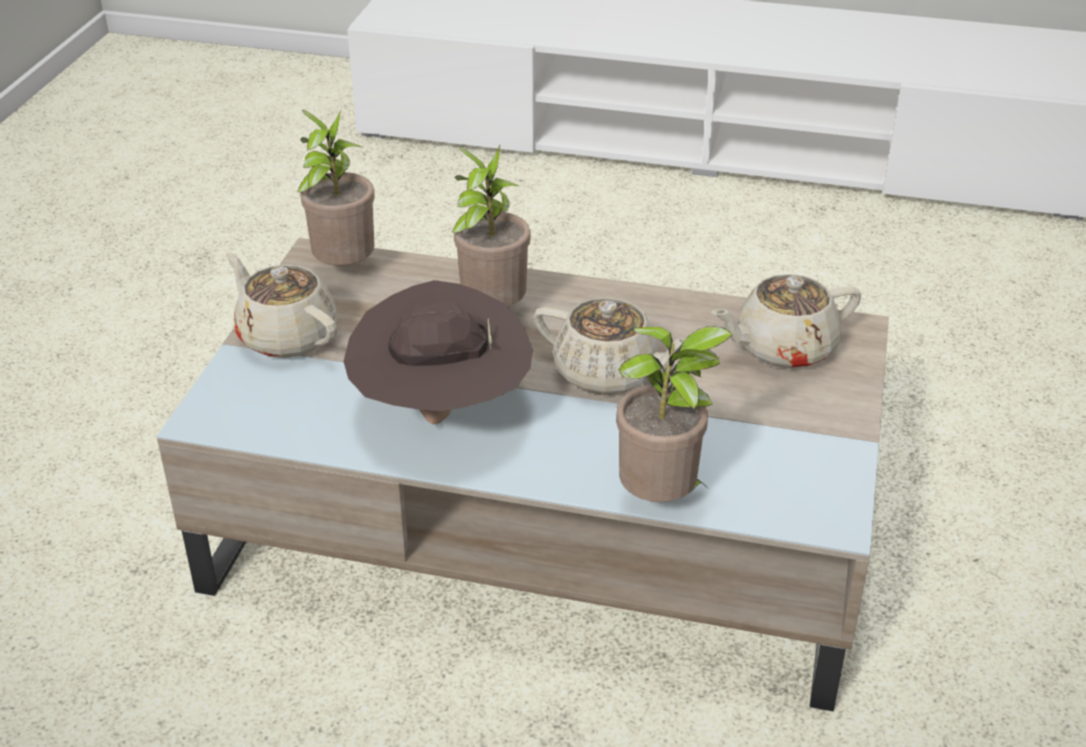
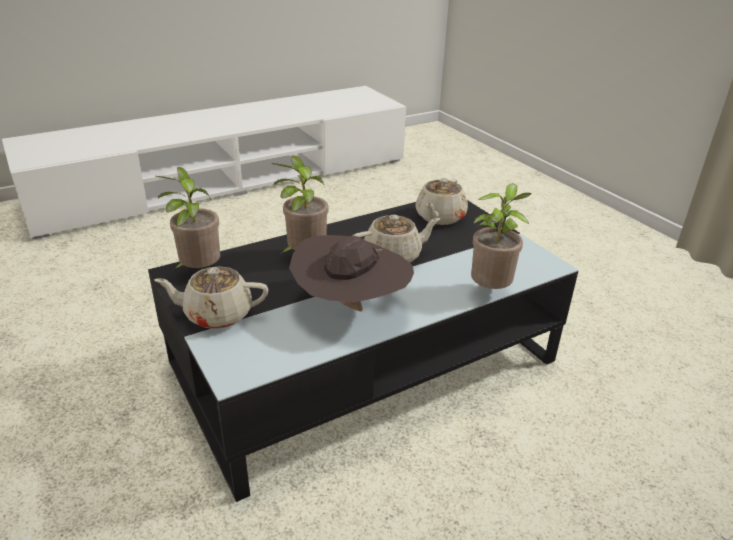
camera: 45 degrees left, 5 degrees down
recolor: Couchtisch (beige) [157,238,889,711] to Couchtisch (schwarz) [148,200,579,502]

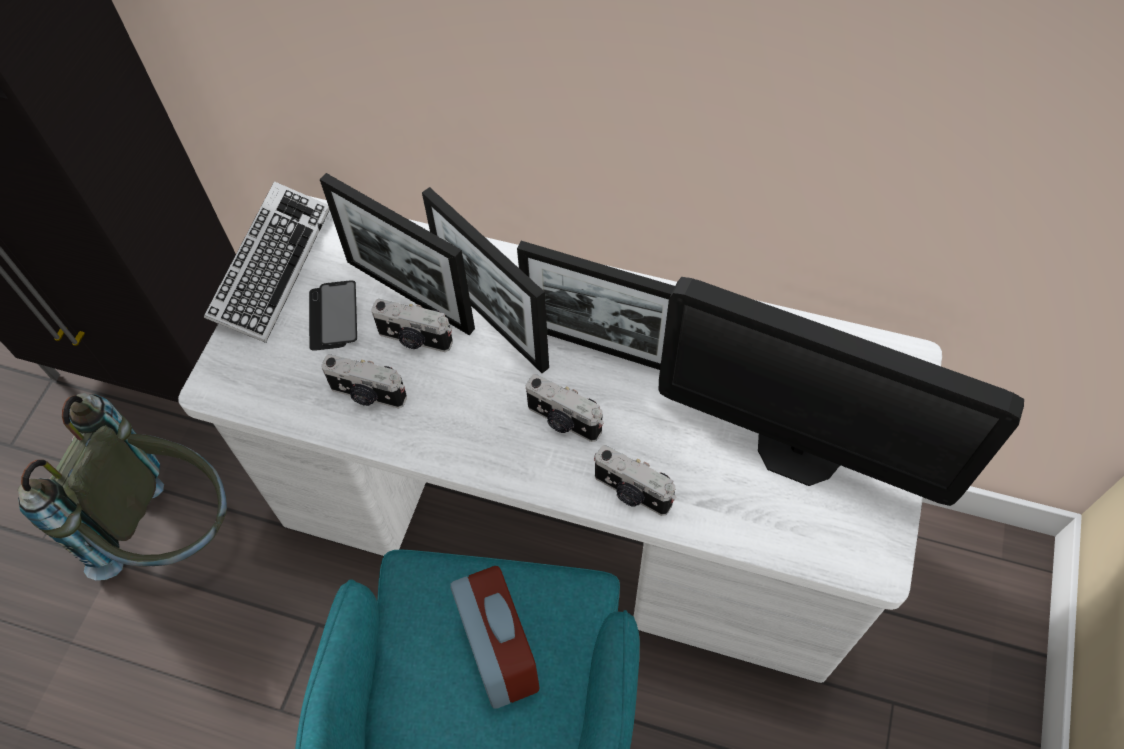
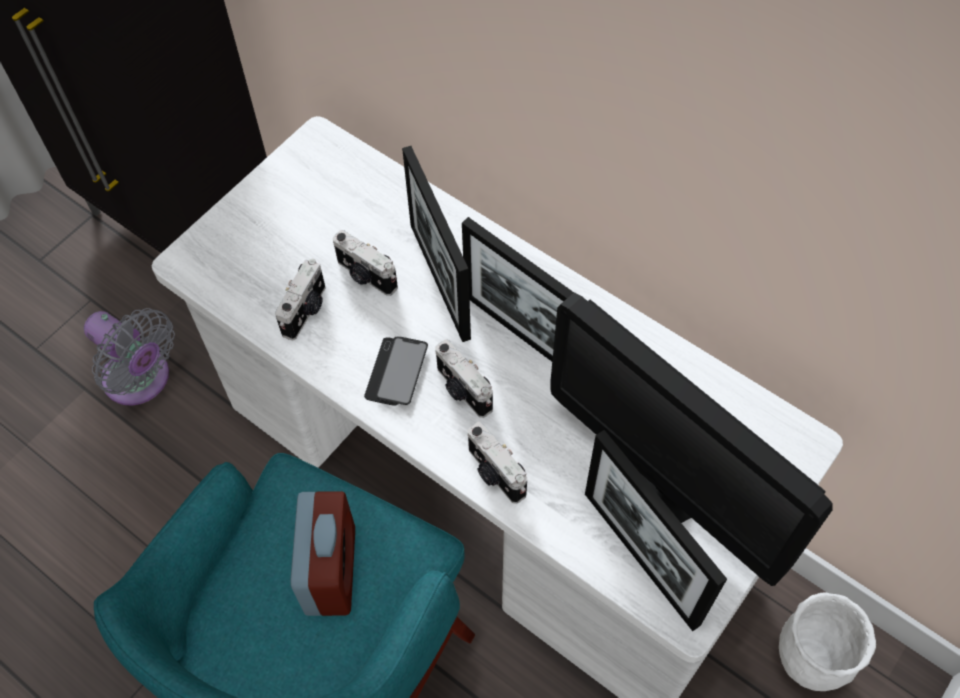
camera: 20 degrees right, 0 degrees up
delete: Tastatur [204,181,330,343]
insert: Pflanzkübel (weiß) [779,592,876,691]
move: Handy [309,280,357,350] to [364,336,428,406]; Bilderrahmen [320,173,475,335] to [585,430,727,631]
replace: Rucksack (grau) [18,393,227,580] to Ventilator (grau) [84,308,175,405]
rotate: Kamera [321,354,407,408] = [275,258,326,340] 105 degrees counterclockwise

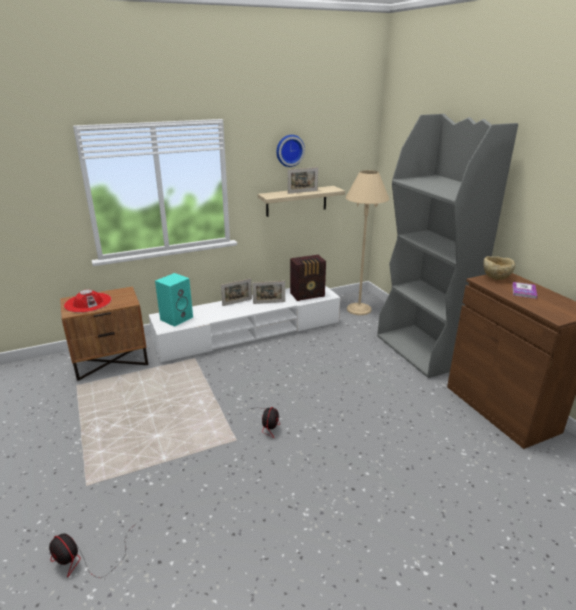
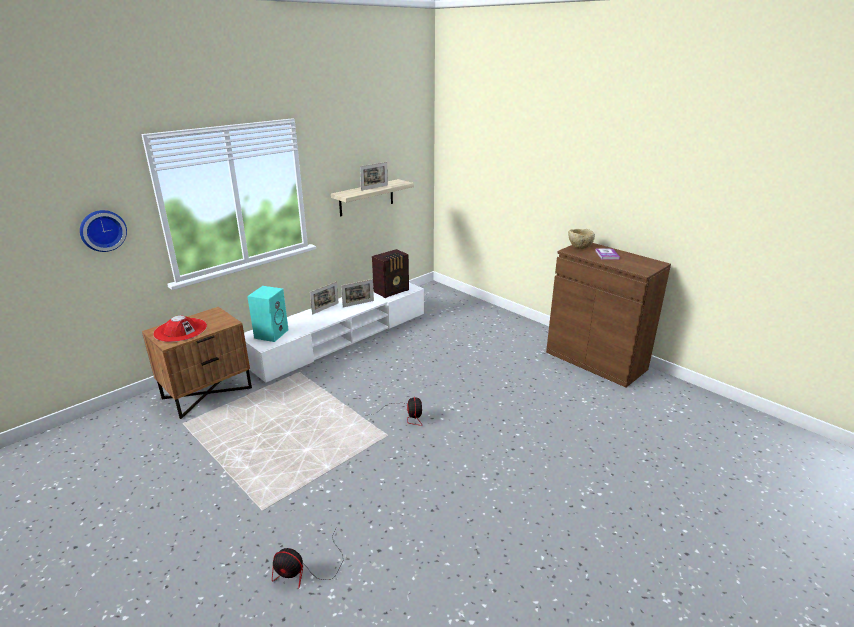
camera: 20 degrees left, 0 degrees up
delete: Stehlampe (beige) [346,170,389,315]; Bücherregal (grau) [377,114,518,378]
move: Wanduhr [276,135,305,167] to [80,210,127,252]

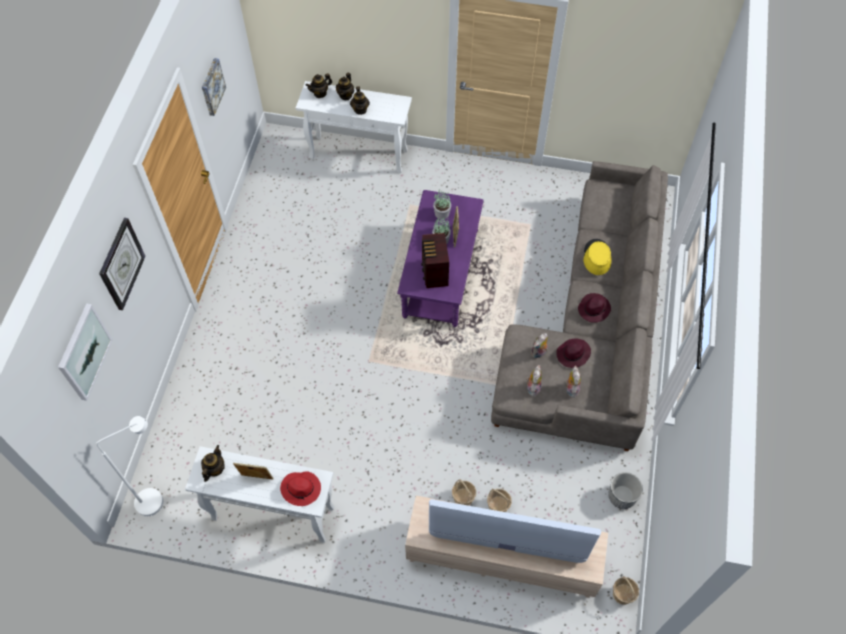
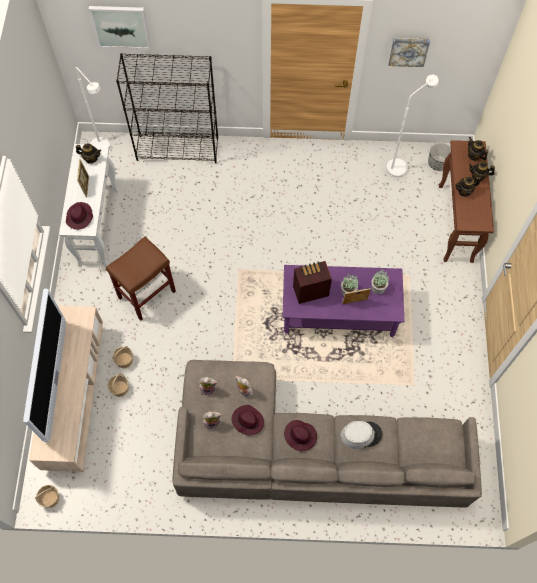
camera: 80 degrees right, 5 degrees up
delete: Wanduhr [99,218,146,310]
insert: Hocker (braun) [106,236,176,321]; Bücherregal (schwarz) [116,53,218,164]; Stehlampe (weiß) [386,75,439,178]
move: Pflanzkübel [608,472,643,509] to [428,142,451,171]
recolor: Hut (rot) [280,471,321,506] to Hut (lila) [66,202,93,230]; Hut (gelb) [583,239,612,275] to Hut (grau) [340,421,382,449]; Konsolentisch (weiß) [296,81,412,173] to Konsolentisch (braun) [439,140,494,263]

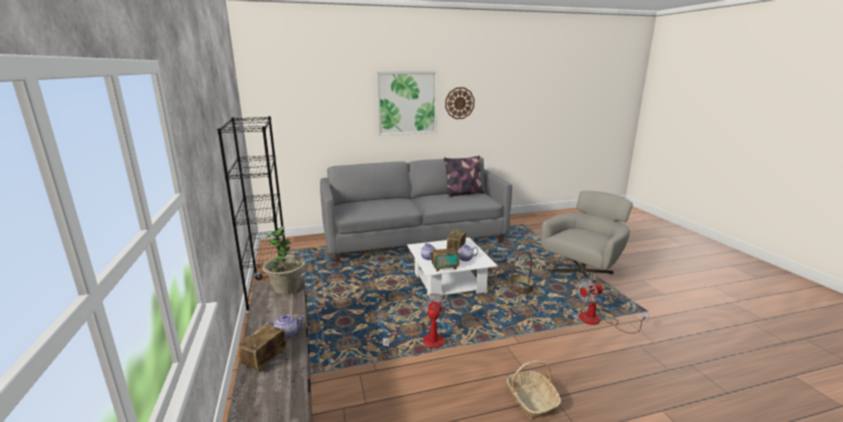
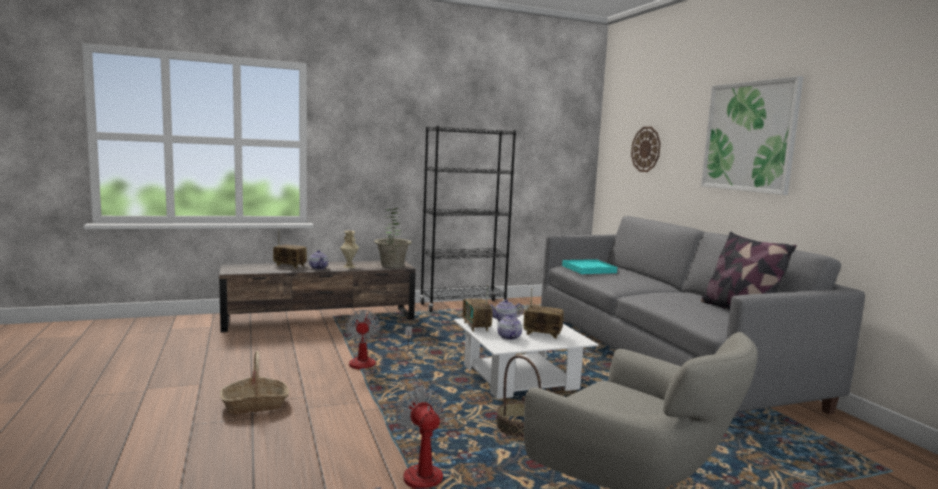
camera: 85 degrees right, 10 degrees down
insert: Vase (beige) [340,231,359,268]; Tablett (türkis) [562,259,617,274]
move: Wanduhr [445,87,475,119] to [631,127,661,172]
rotate: Ventilator [383,293,450,356] = [345,310,412,369] 75 degrees clockwise

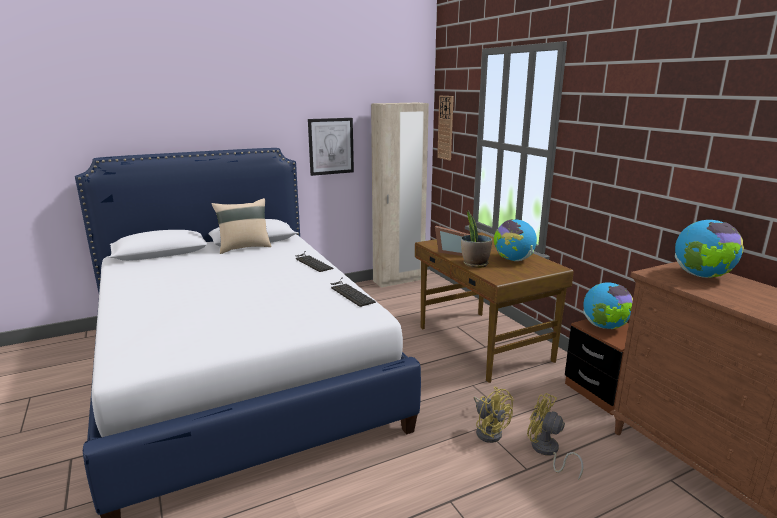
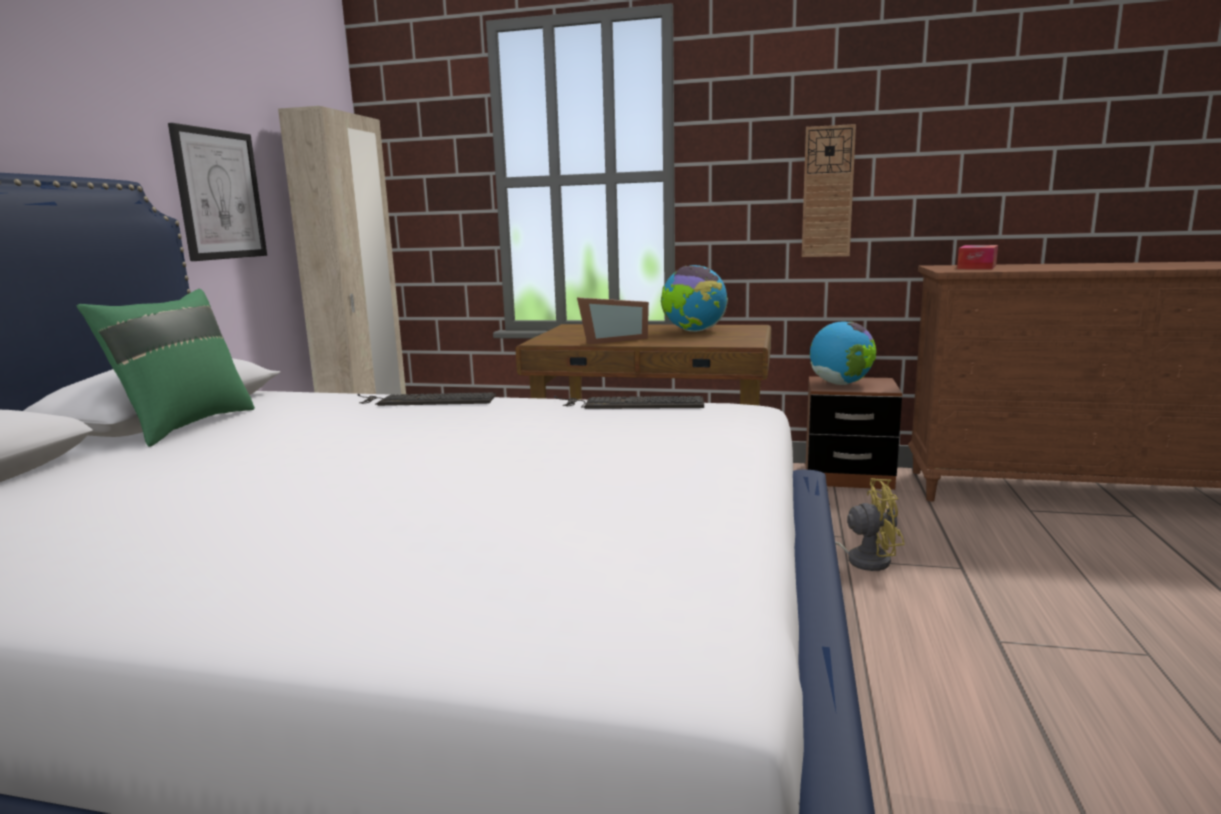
camera: 50 degrees left, 5 degrees down
delete: Topfpflanze [461,210,492,268]; Ventilator (gelb) [527,393,583,480]
move: Wanduhr [437,96,454,161] to [802,124,856,257]
replace: Globus [675,220,744,278] to Taschentuchbox [957,245,998,269]
recolor: Kissen (beige) [211,198,272,254] to Kissen (grün) [77,289,255,447]

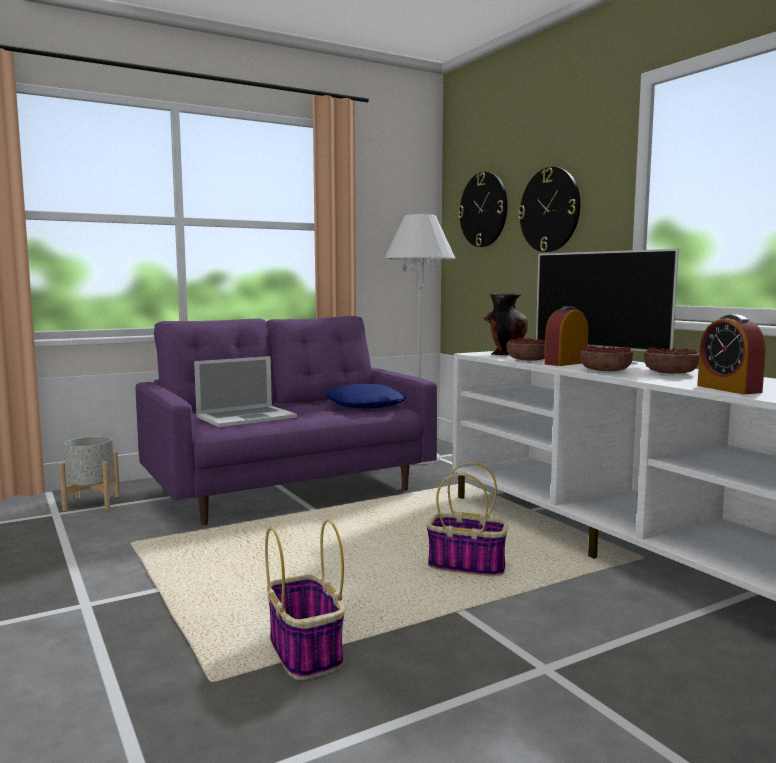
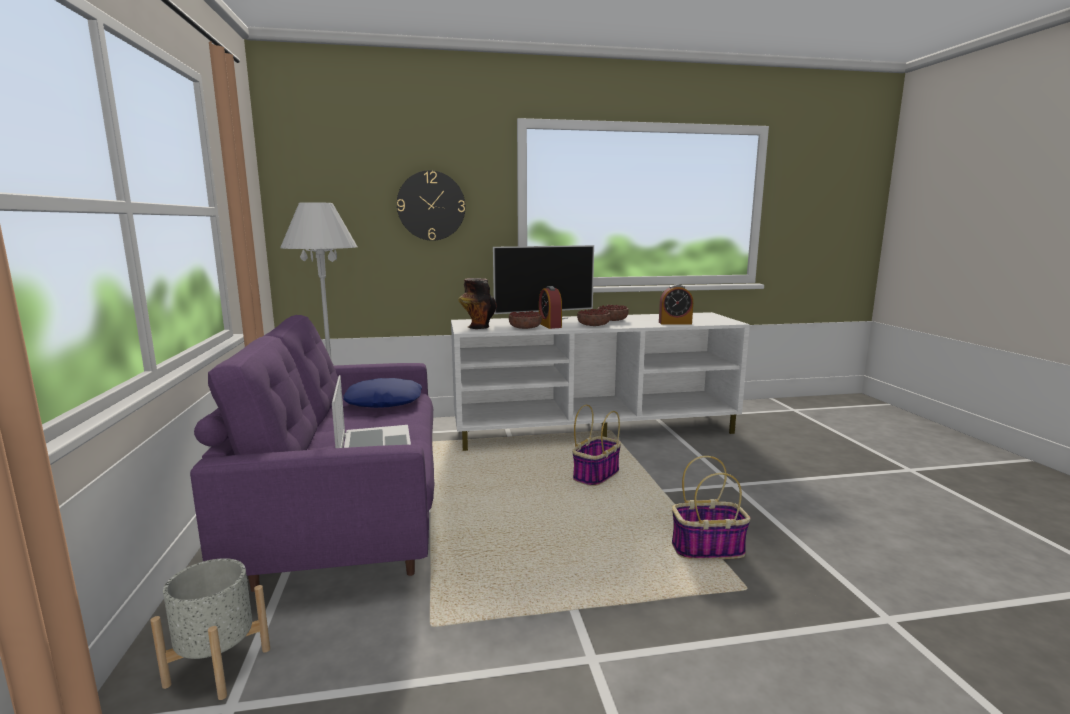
camera: 70 degrees left, 5 degrees up
delete: Wanduhr [458,172,508,247]

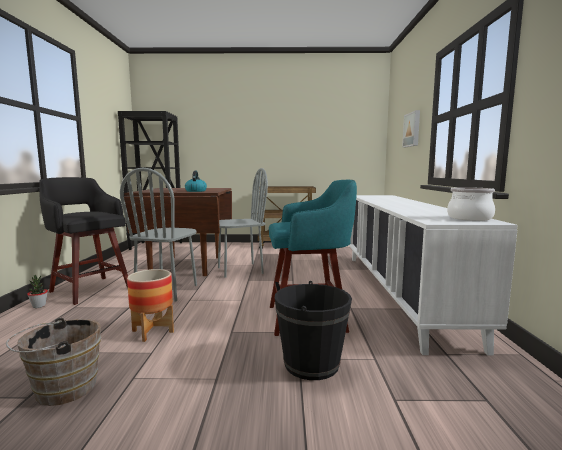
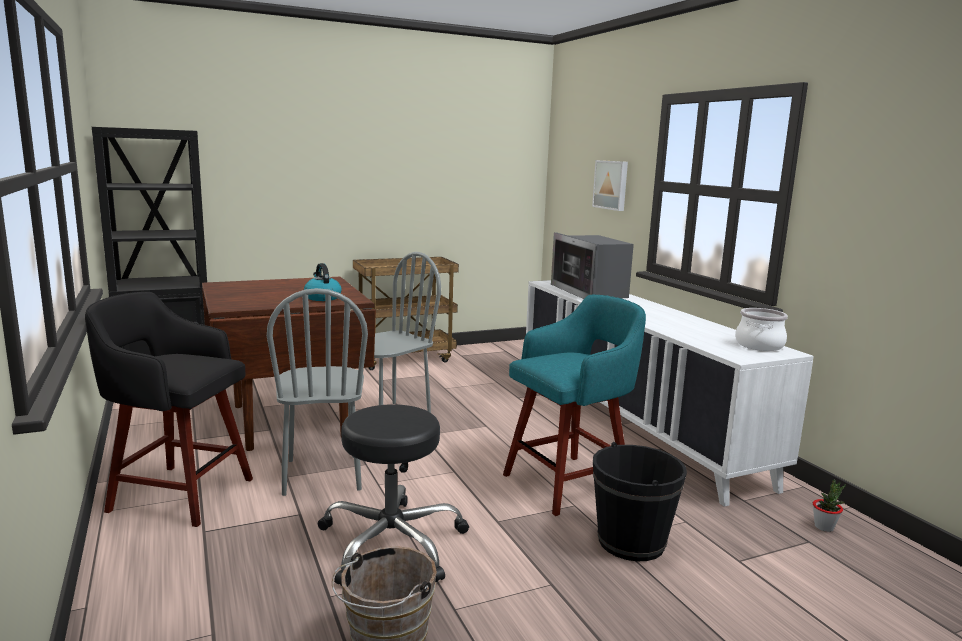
camera: 25 degrees left, 5 degrees up
insert: Mikrowelle [551,232,634,299]
move: Topfpflanze [27,275,48,308] to [813,479,846,532]
replace: Pflanzkübel [127,269,174,342] to Hocker (schwarz) [318,404,469,586]

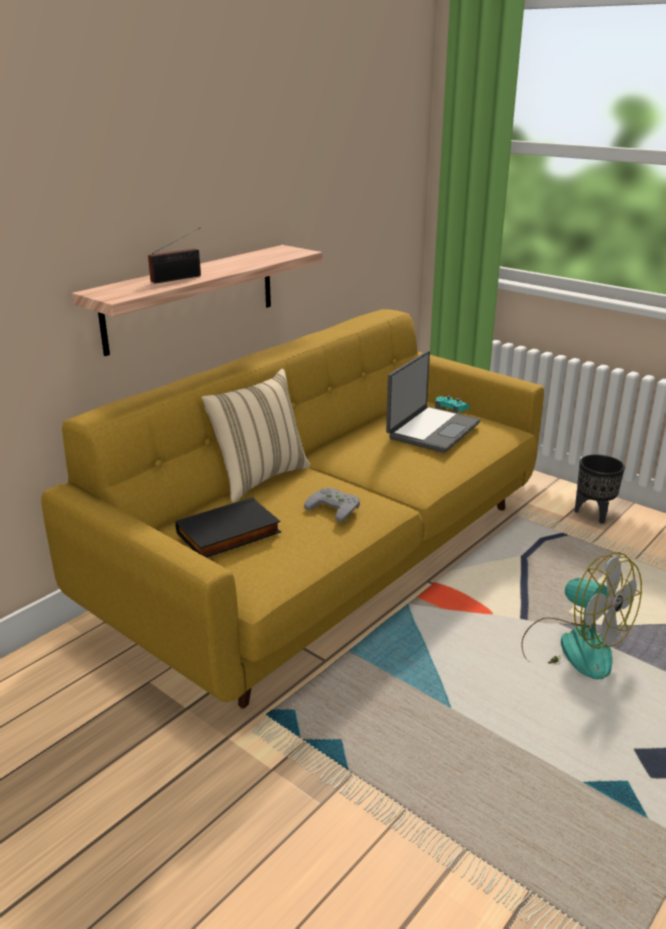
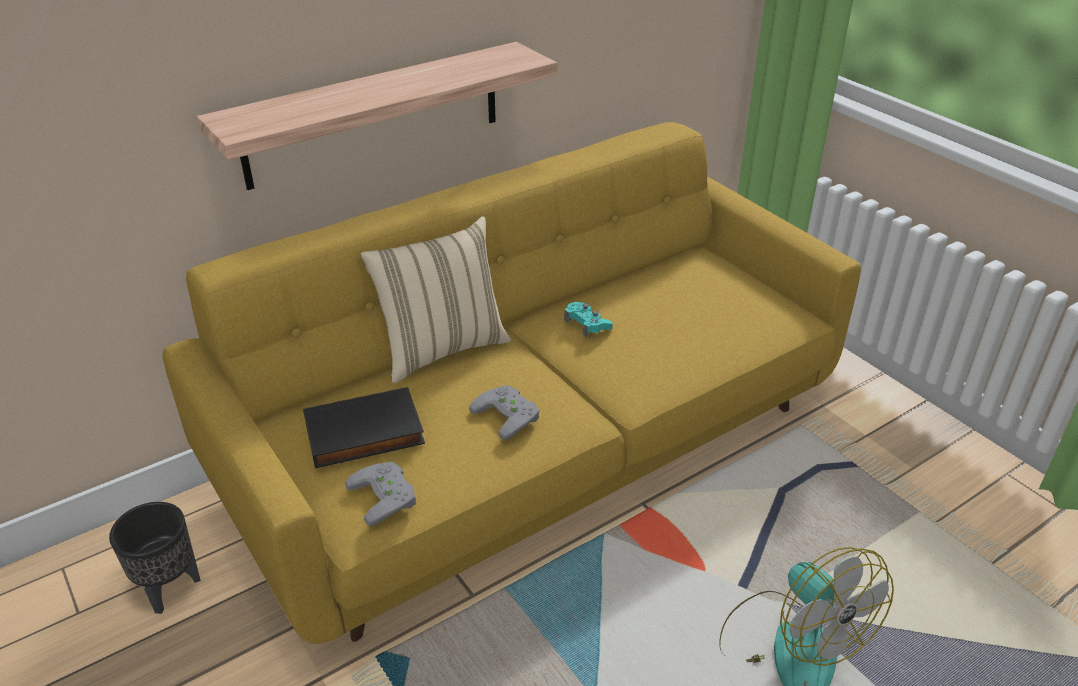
camera: 15 degrees right, 10 degrees up
delete: Radio [148,228,201,283]; Laptop [386,351,480,453]
insert: Gamepad (grau) [345,461,416,526]
move: Pflanzkübel (schwarz) [575,454,625,524] to [109,502,201,614]; Gamepad (türkis) [435,395,470,413] to [564,302,613,337]

